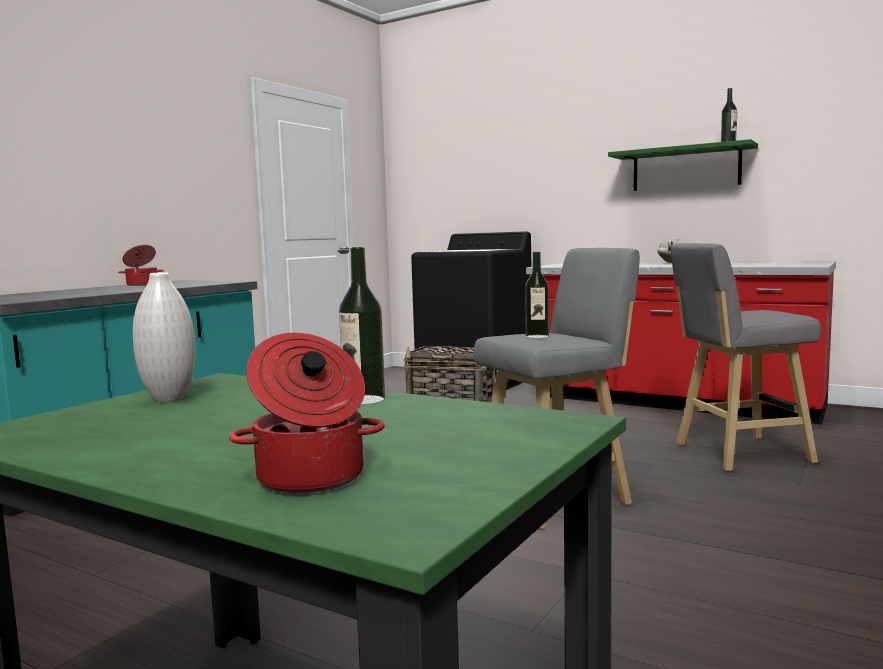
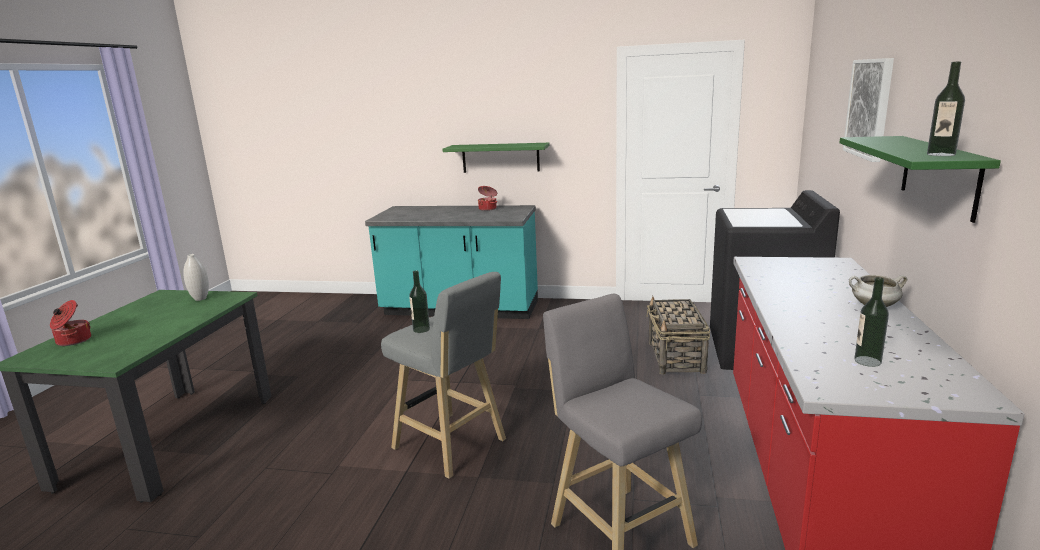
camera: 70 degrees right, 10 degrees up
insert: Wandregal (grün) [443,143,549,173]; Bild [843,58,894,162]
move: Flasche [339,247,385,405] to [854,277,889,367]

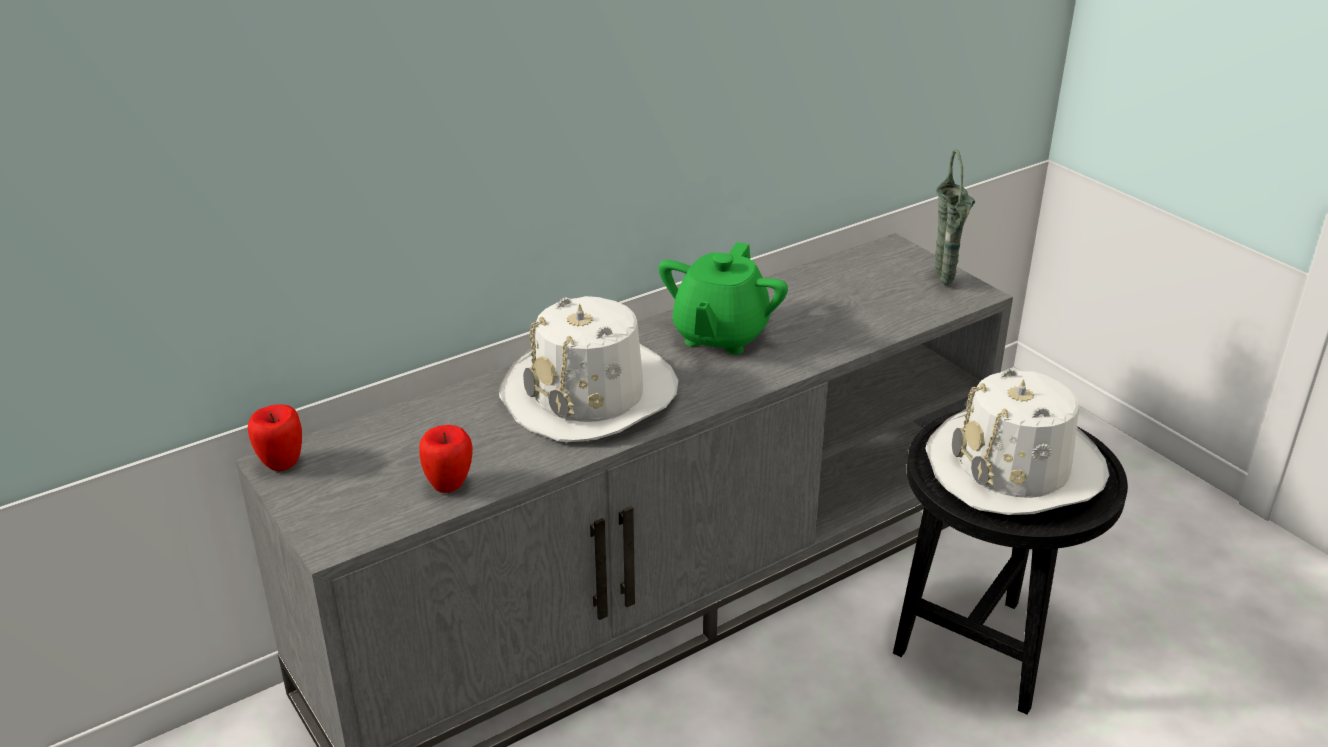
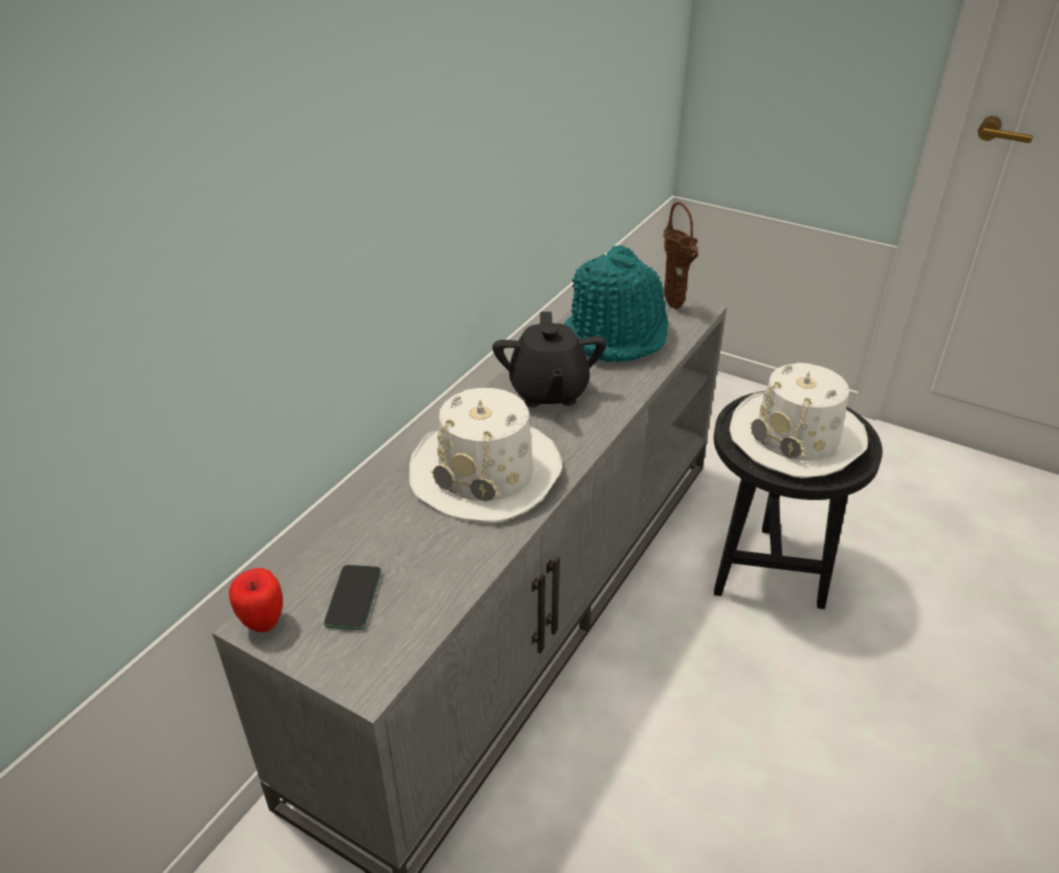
camera: 25 degrees left, 5 degrees up
delete: Apfel [419,425,473,493]
insert: Handy [324,565,381,630]; Hut (türkis) [564,245,668,362]
recolor: Teekanne (grün) [658,242,788,355] to Teekanne (schwarz) [492,312,607,407]; Vase (grün) [935,149,975,286] to Vase (braun) [663,202,698,309]

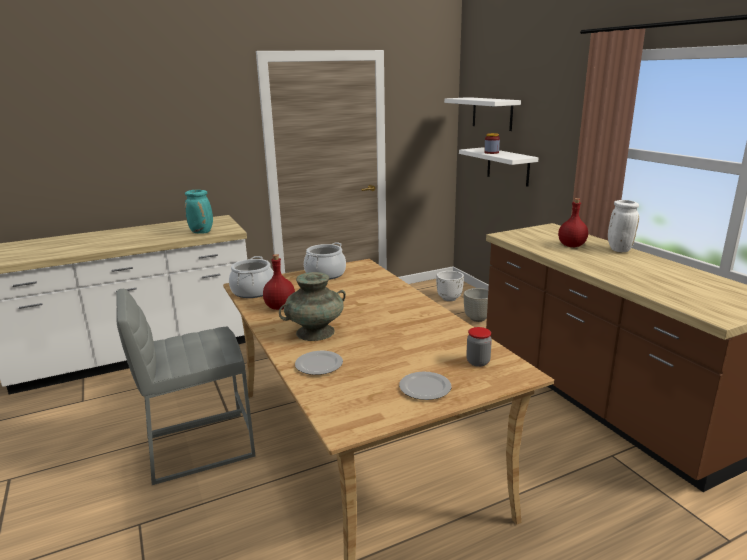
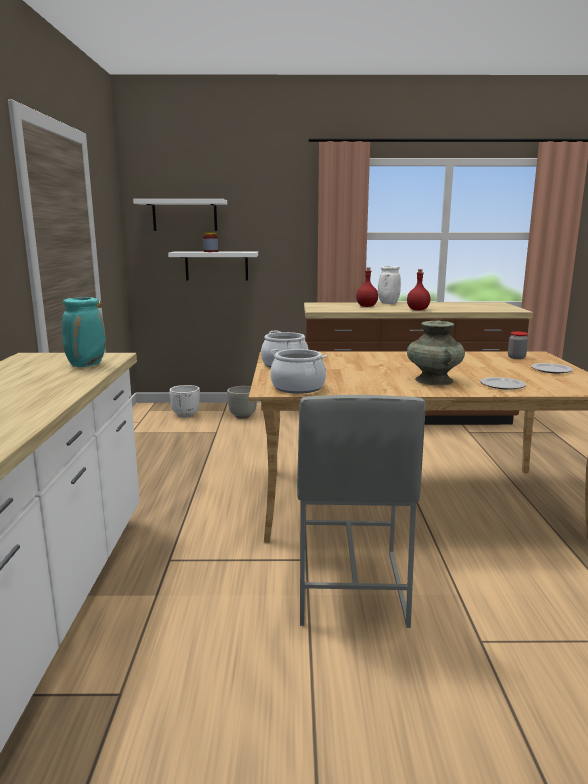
camera: 65 degrees left, 5 degrees down
move: Flasche (rot) [263,254,295,310] to [407,269,431,311]

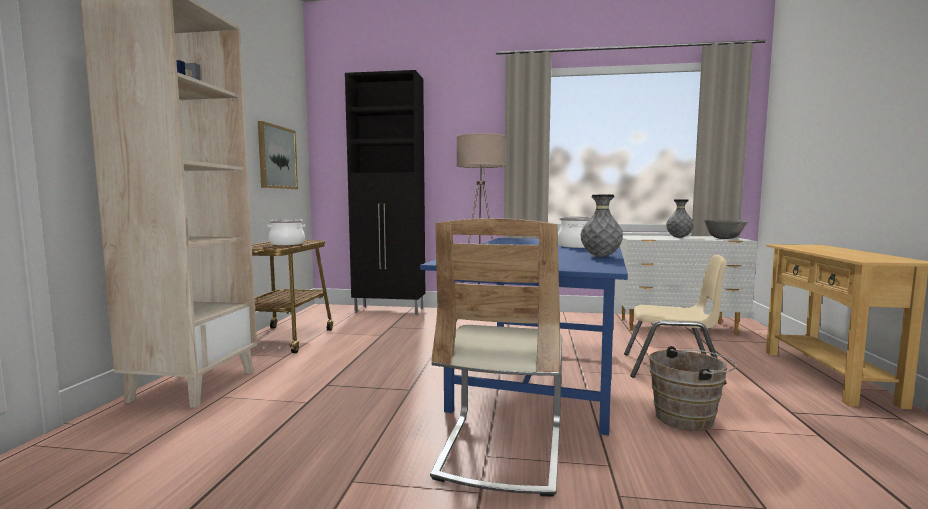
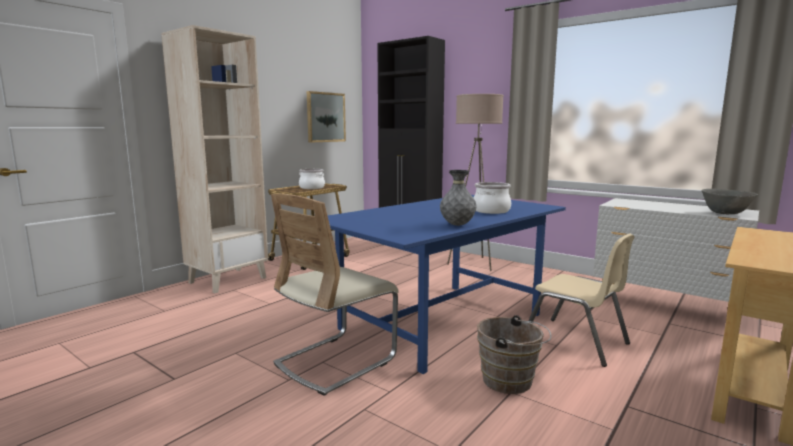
camera: 30 degrees right, 5 degrees up
delete: Vase (grau) [666,200,694,238]

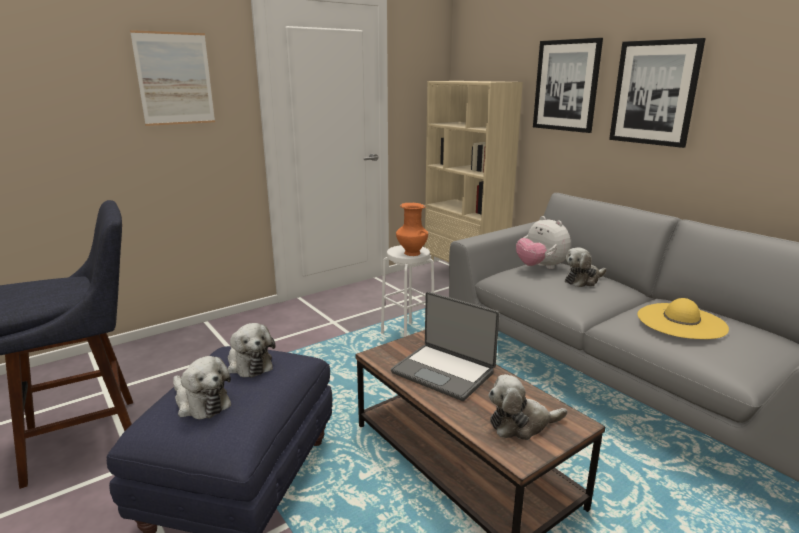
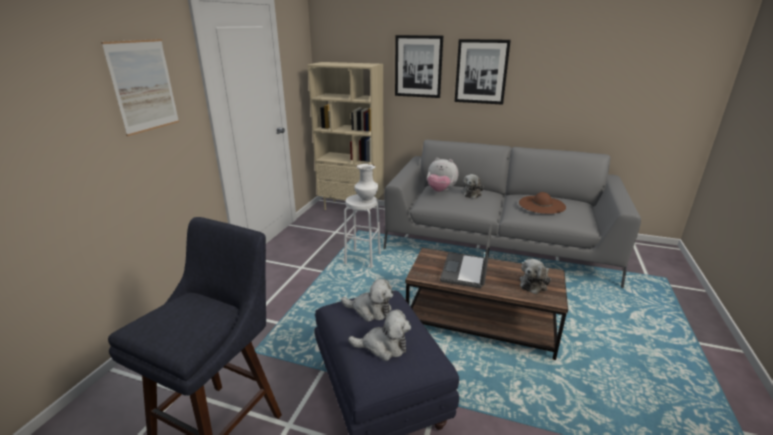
camera: 35 degrees left, 5 degrees up
recolor: Vase (orange) [396,202,428,256] to Vase (weiß) [354,164,378,203]; Hut (gelb) [637,298,729,339] to Hut (braun) [519,192,566,214]
rotate: Laptop [391,292,499,401] = [440,224,492,288] 105 degrees clockwise

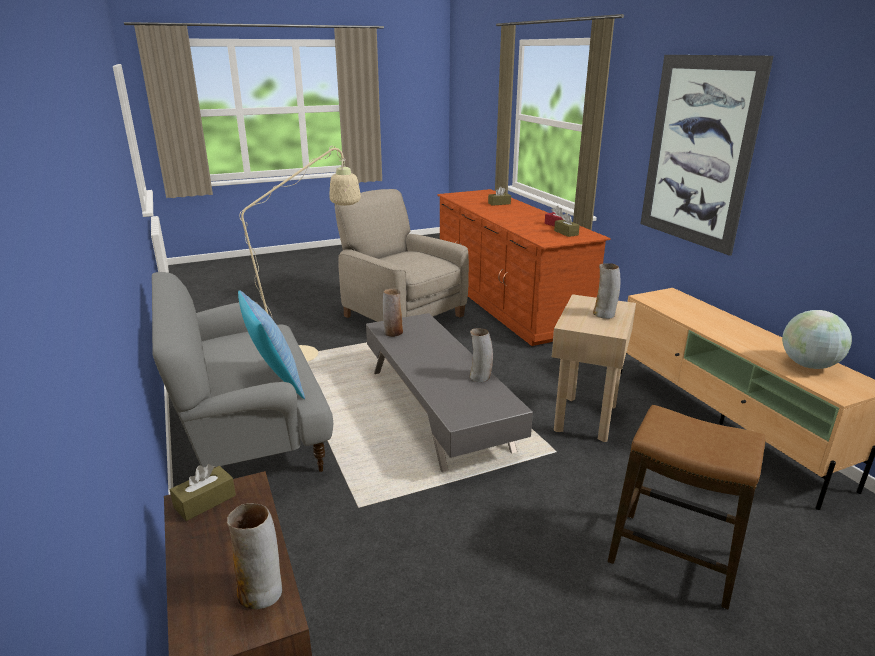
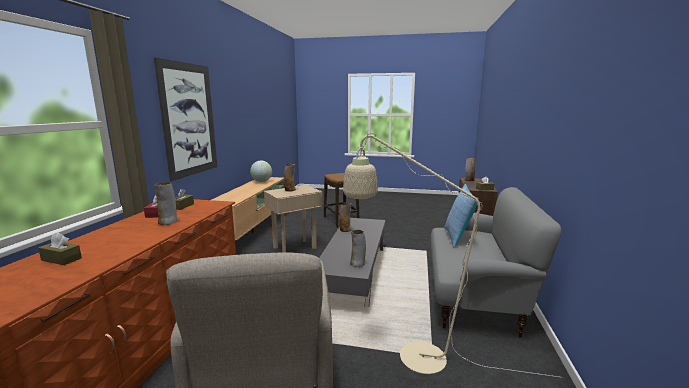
camera: 145 degrees left, 10 degrees down
insert: Vase [154,182,177,225]

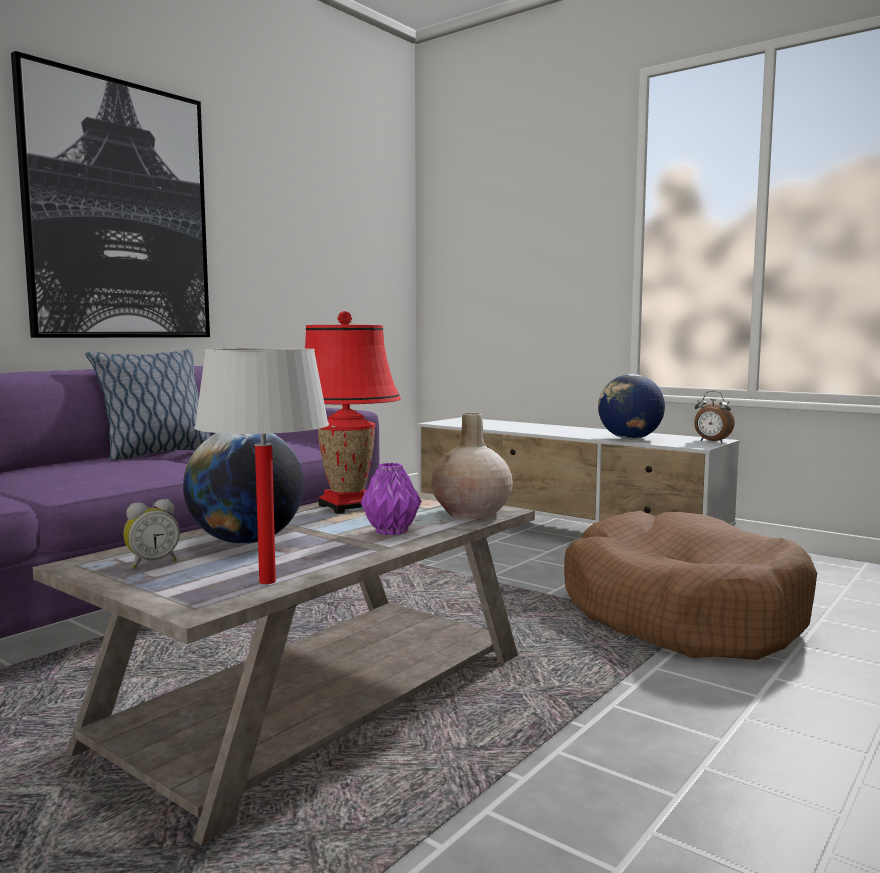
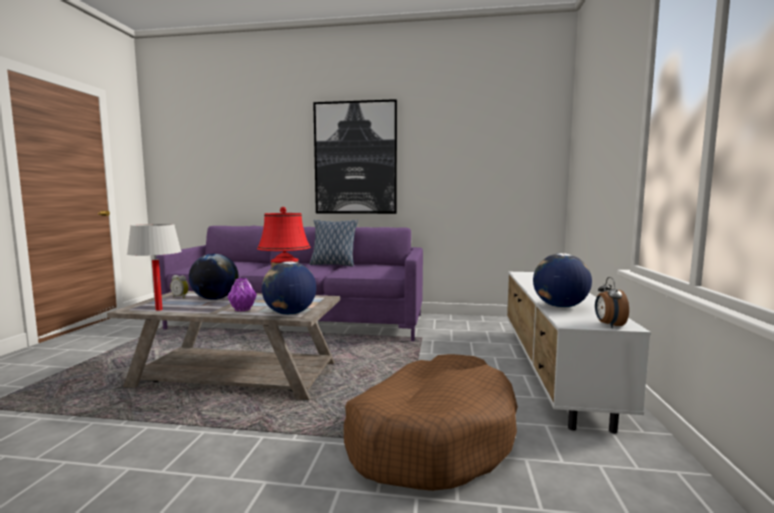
camera: 60 degrees right, 0 degrees up
replace: Vase (beige) [431,413,513,519] to Globus [262,261,316,315]

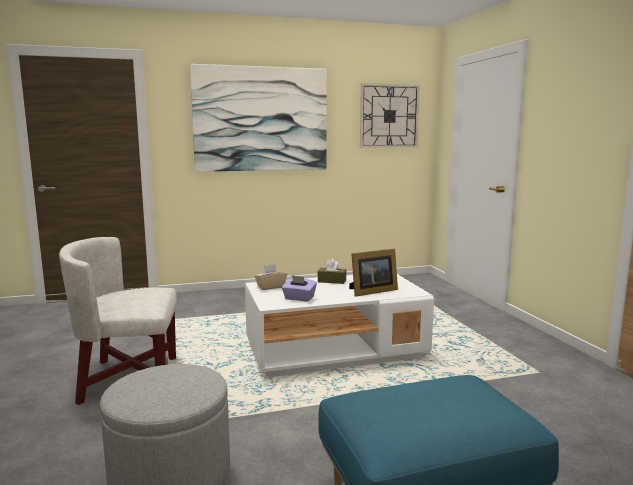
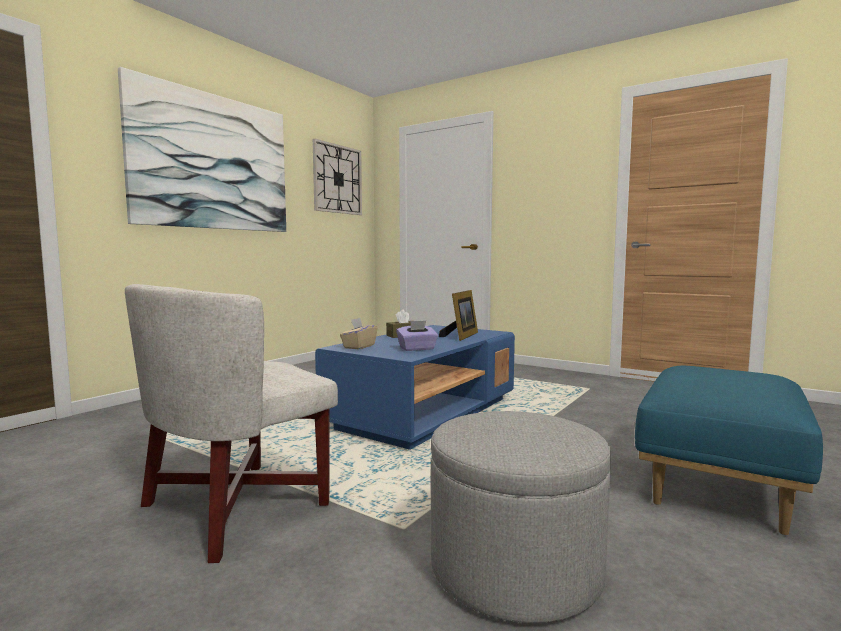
camera: 40 degrees left, 5 degrees down
recolor: Couchtisch (weiß) [245,274,434,377] to Couchtisch (blau) [315,325,515,450]

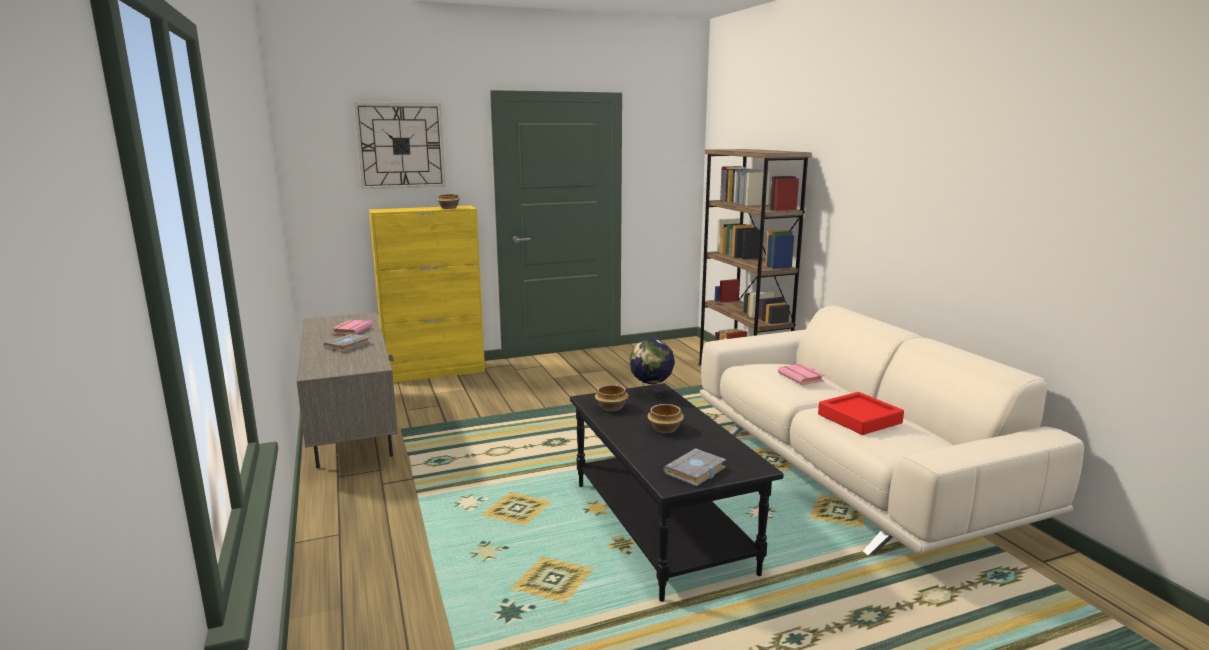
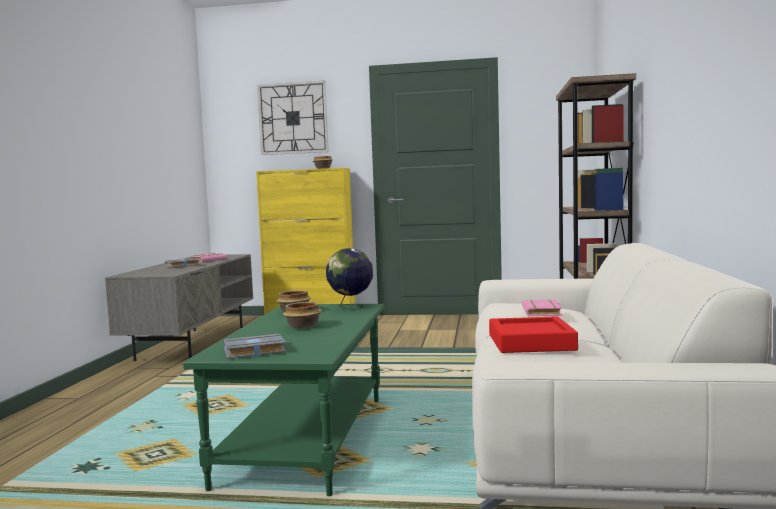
camera: 30 degrees right, 10 degrees down
recolor: Couchtisch (schwarz) [570,383,784,602] to Couchtisch (grün) [183,304,384,496]

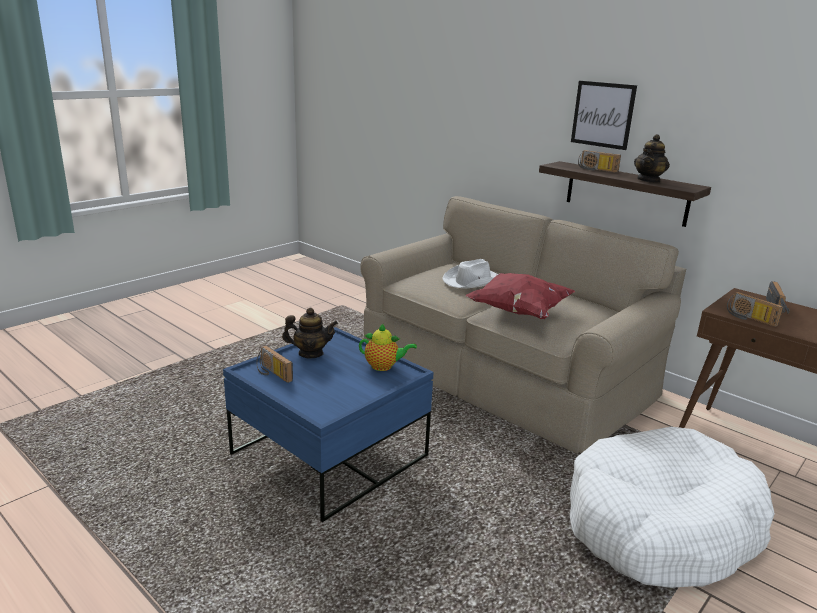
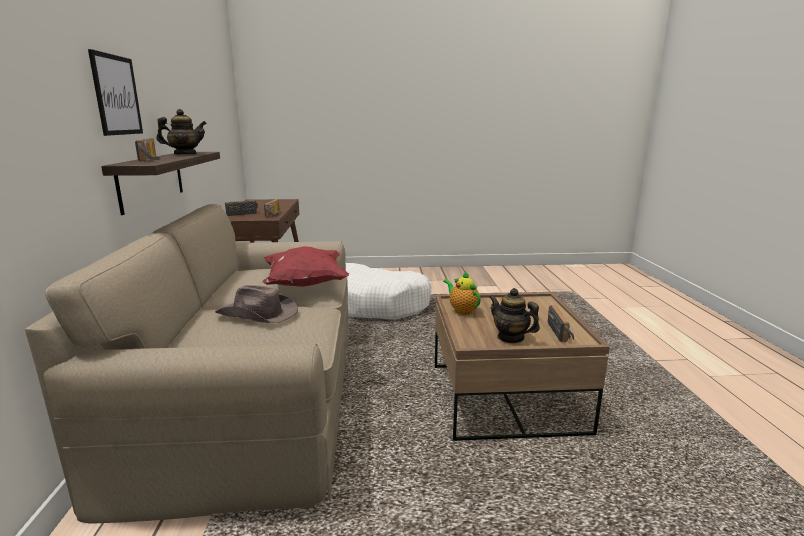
camera: 135 degrees left, 5 degrees down
recolor: Hut (weiß) [442,259,498,289] to Hut (braun) [215,285,298,324]; Couchtisch (blau) [223,327,434,522] to Couchtisch (braun) [435,292,610,441]

